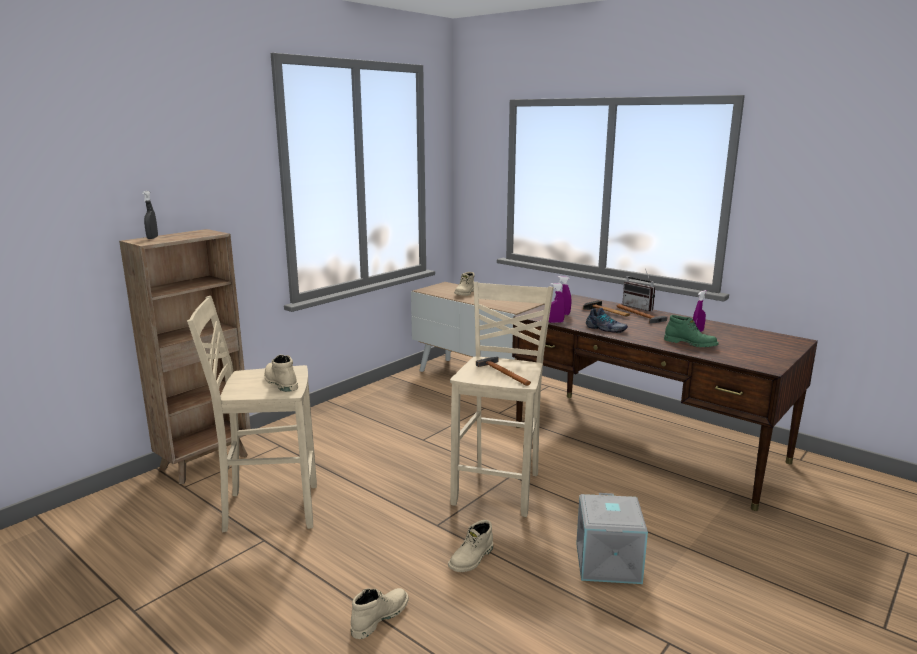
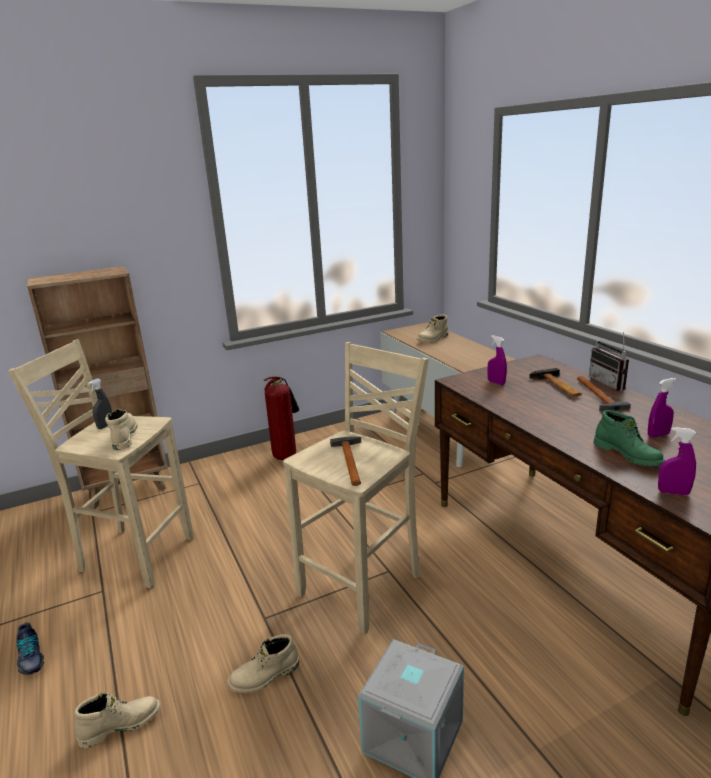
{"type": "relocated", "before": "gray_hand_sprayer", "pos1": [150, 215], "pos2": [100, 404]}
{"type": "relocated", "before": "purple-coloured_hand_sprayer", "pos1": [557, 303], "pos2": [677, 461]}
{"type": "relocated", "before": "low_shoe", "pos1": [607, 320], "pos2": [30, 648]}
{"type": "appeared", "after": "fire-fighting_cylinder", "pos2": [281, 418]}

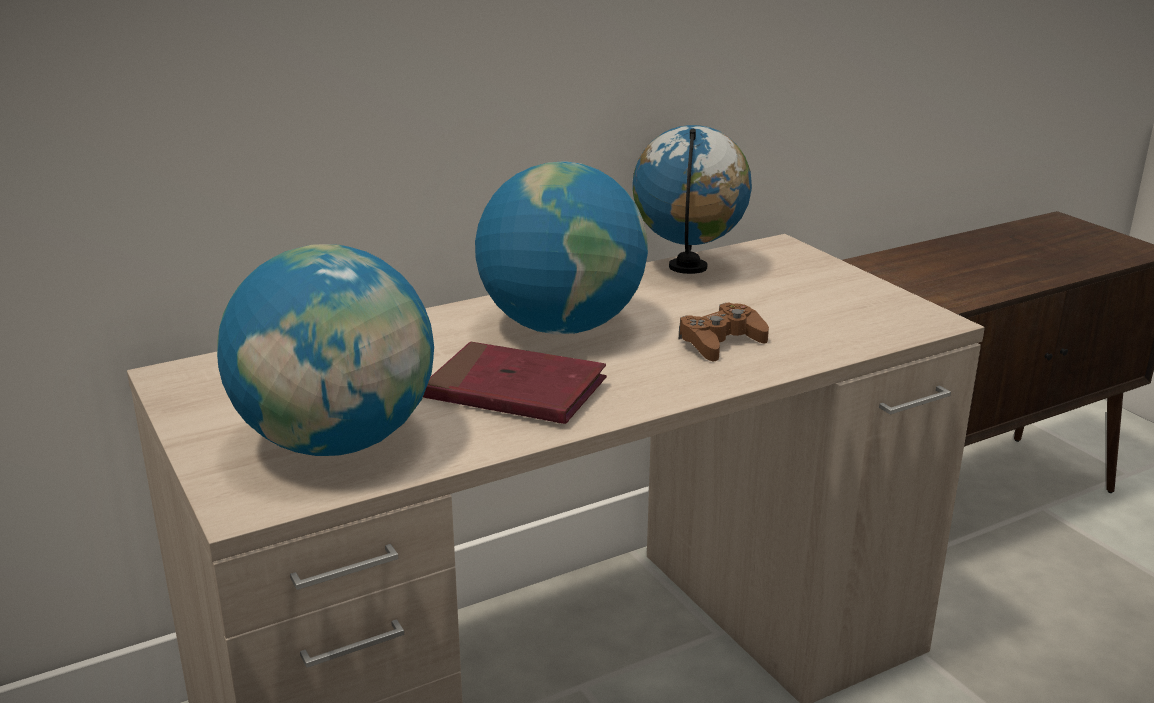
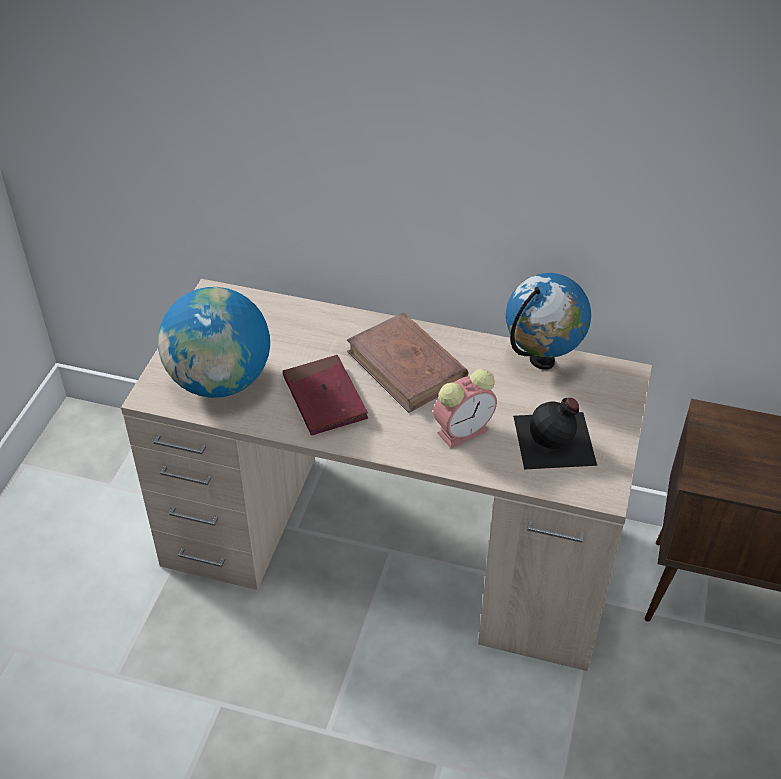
{"type": "exchanged", "before": "globe", "after": "brown_book", "pos1": [561, 248], "pos2": [407, 362]}
{"type": "exchanged", "before": "brown_game_controller", "after": "table_clock", "pos1": [724, 332], "pos2": [465, 408]}
{"type": "appeared", "after": "black_bottle", "pos2": [555, 434]}

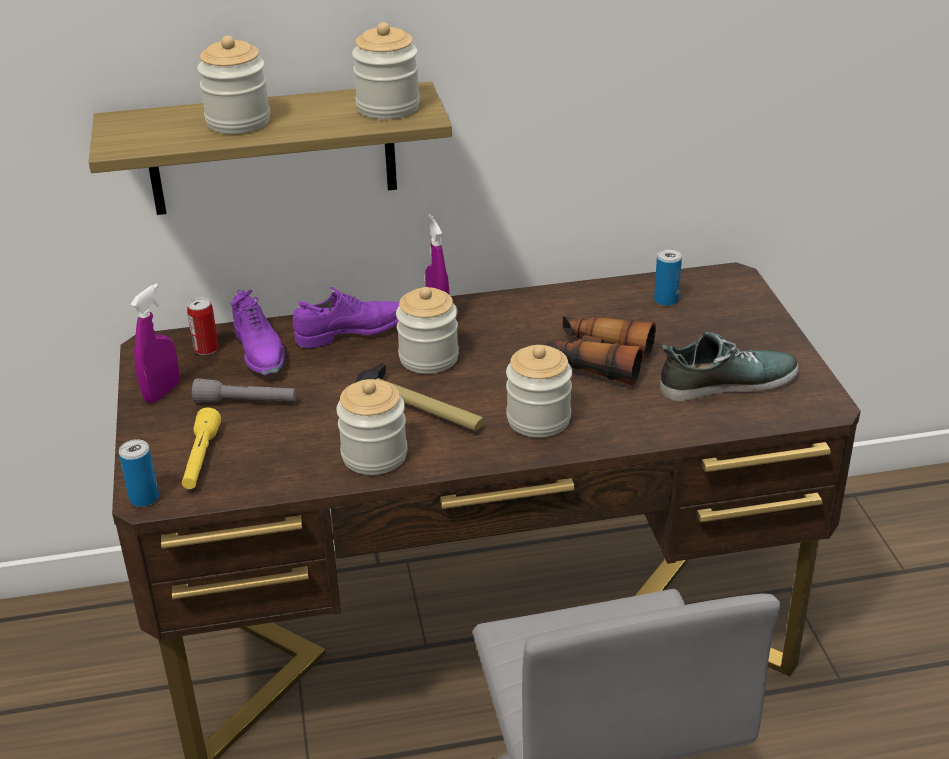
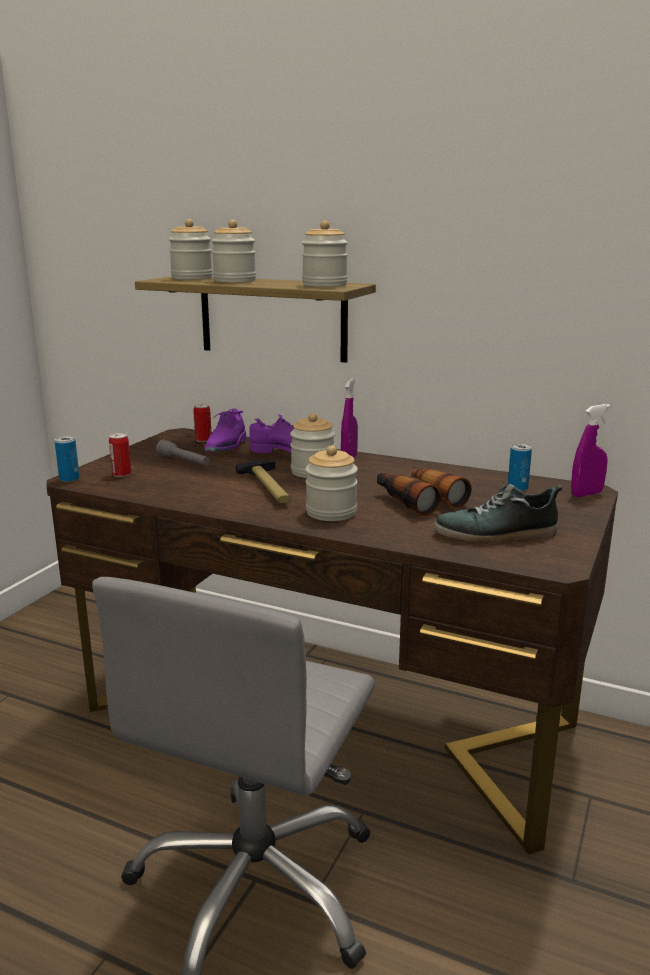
{"type": "relocated", "before": "purple-coloured_hand_sprayer", "pos1": [154, 343], "pos2": [590, 450]}
{"type": "spun", "before": "low_shoe", "pos1": [729, 366], "pos2": [498, 513], "turn": 150}
{"type": "relocated", "before": "preserve_jar", "pos1": [371, 427], "pos2": [191, 249]}
{"type": "exchanged", "before": "yellow-coloured_hand_torch", "after": "can", "pos1": [201, 448], "pos2": [120, 455]}

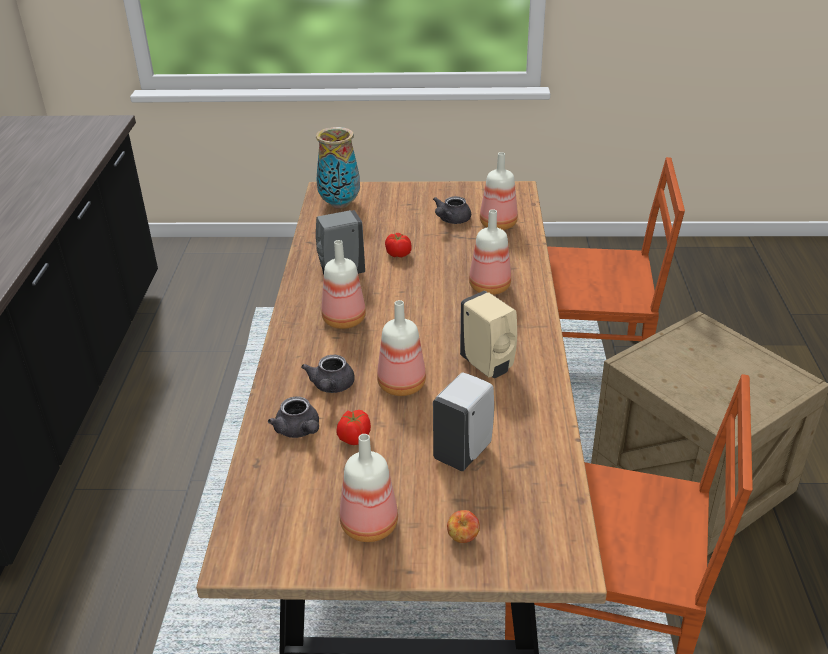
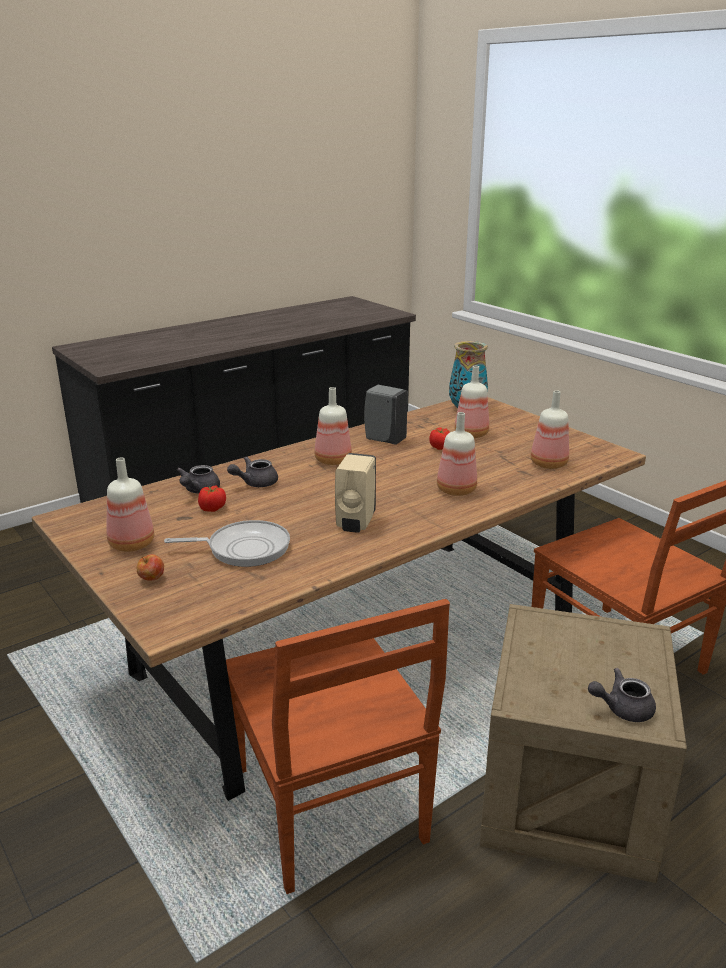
{"type": "relocated", "before": "gray_teapot", "pos1": [452, 210], "pos2": [622, 695]}
{"type": "relocated", "before": "bottle", "pos1": [401, 348], "pos2": [471, 402]}
{"type": "exchanged", "before": "white-coloured_soap_bottle", "after": "skillet", "pos1": [463, 421], "pos2": [227, 543]}

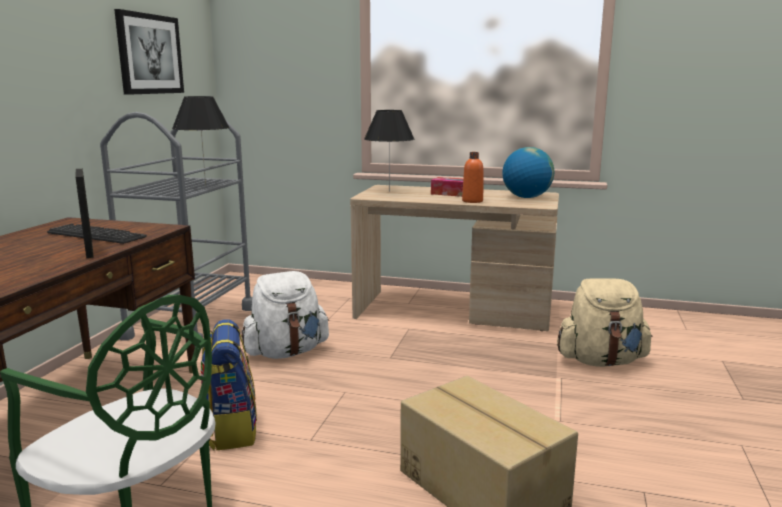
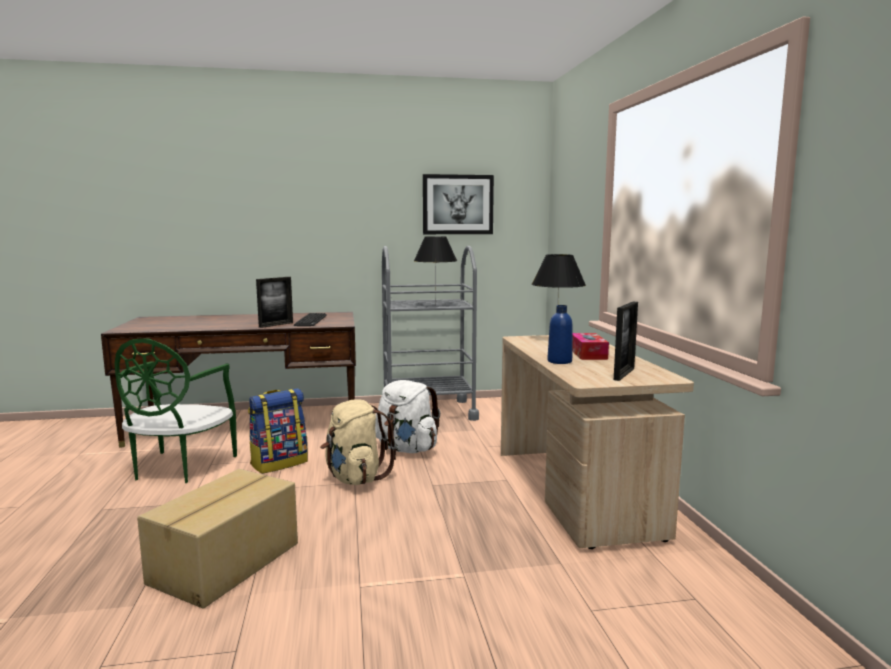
{"type": "exchanged", "before": "globe", "after": "standing_frame", "pos1": [528, 172], "pos2": [626, 341]}
{"type": "colour", "before": "orangey_bottle", "after": "blue_bottle", "pos1": [472, 177], "pos2": [559, 334]}
{"type": "relocated", "before": "sand-coloured_rucksack", "pos1": [604, 322], "pos2": [358, 442]}

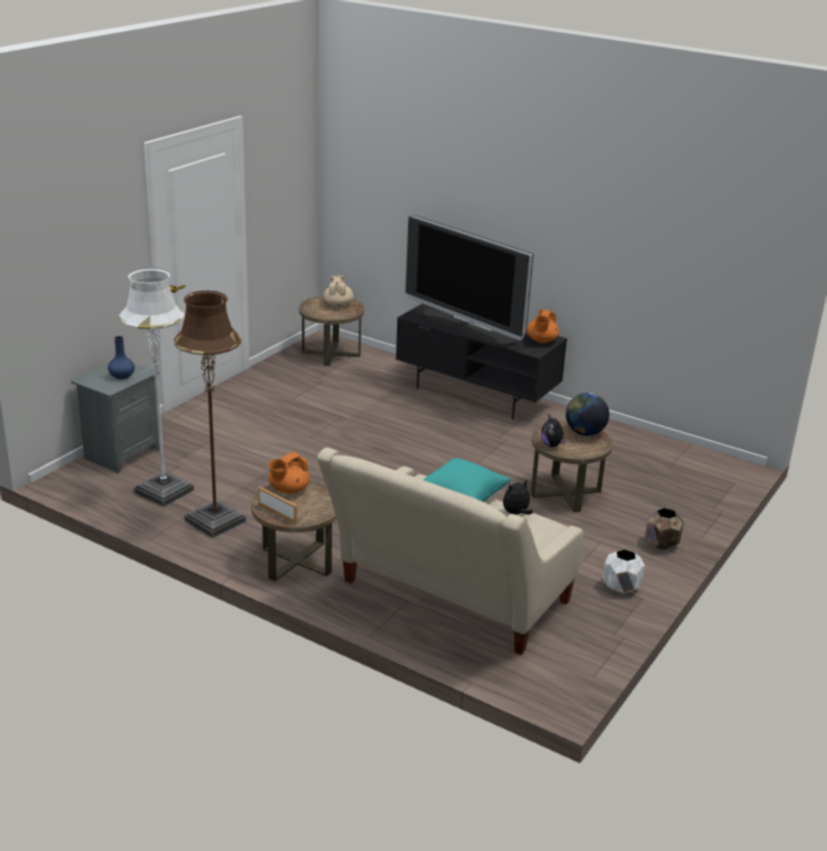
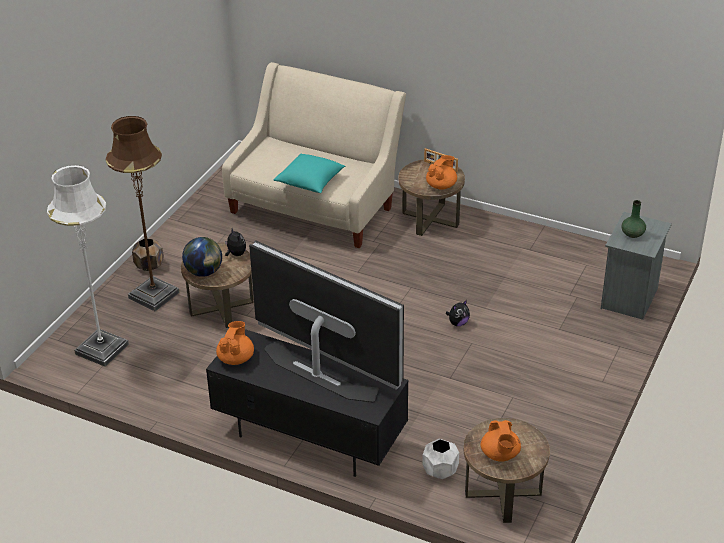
{"type": "relocated", "before": "white-coloured_standing_lamp", "pos1": [156, 387], "pos2": [88, 266]}
{"type": "colour", "before": "sand-coloured_teapot", "after": "orangey_teapot", "pos1": [339, 291], "pos2": [501, 441]}
{"type": "relocated", "before": "brown_standing_lamp", "pos1": [210, 414], "pos2": [143, 213]}
{"type": "colour", "before": "blue_decorative_vase", "after": "green-coloured_decorative_vase", "pos1": [121, 357], "pos2": [634, 219]}
{"type": "relocated", "before": "soft_toy", "pos1": [518, 497], "pos2": [457, 313]}
{"type": "relocated", "before": "white-coloured_planter", "pos1": [624, 571], "pos2": [440, 459]}

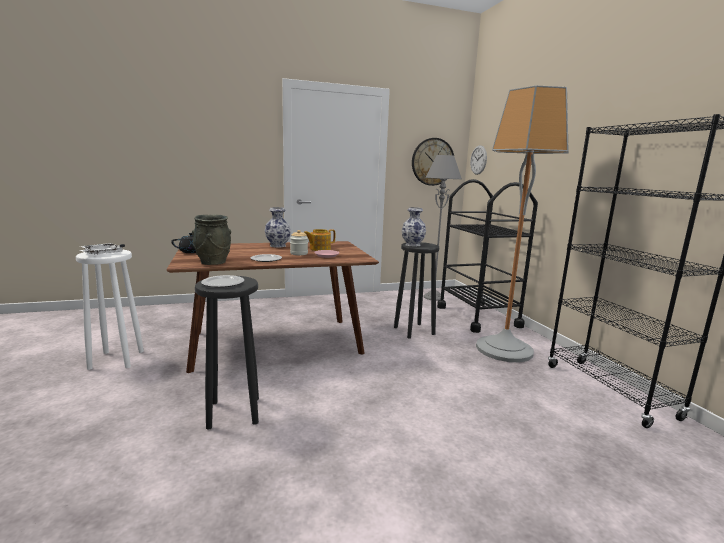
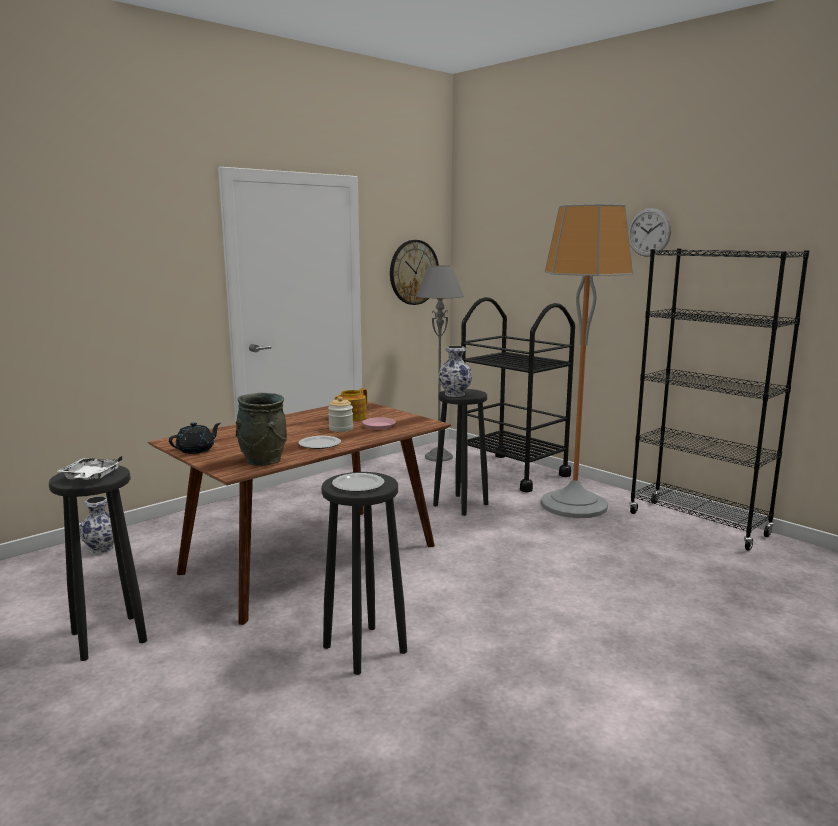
{"type": "relocated", "before": "wall_clock", "pos1": [478, 160], "pos2": [649, 232]}
{"type": "relocated", "before": "decorative_vase", "pos1": [278, 227], "pos2": [97, 525]}
{"type": "colour", "before": "white-coloured_stool_seat", "after": "black_stool_seat", "pos1": [110, 309], "pos2": [98, 563]}

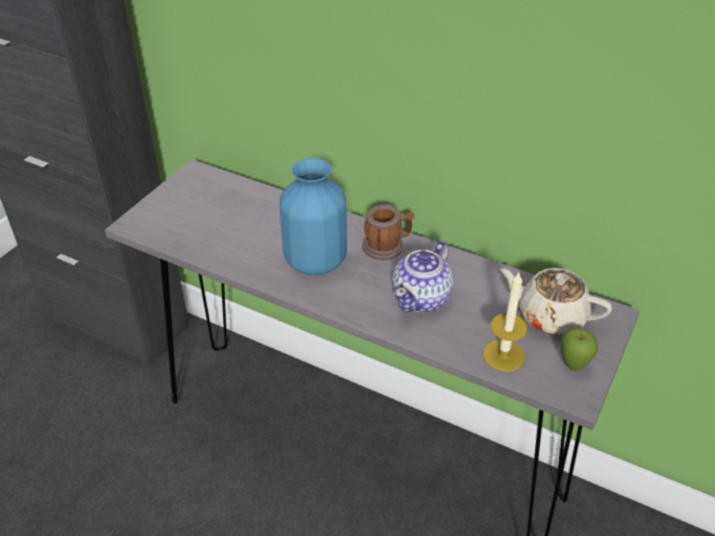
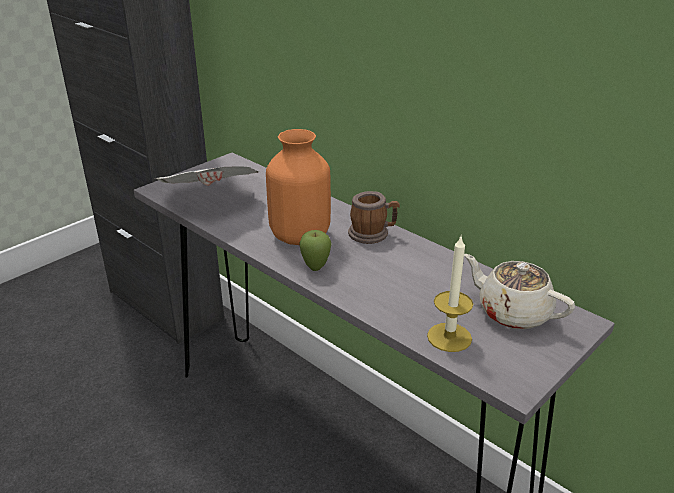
{"type": "colour", "before": "blue_decorative_vase", "after": "orangey_decorative_vase", "pos1": [313, 216], "pos2": [298, 187]}
{"type": "missing", "before": "teapot", "pos1": [423, 276]}
{"type": "relocated", "before": "apple", "pos1": [579, 349], "pos2": [315, 250]}
{"type": "appeared", "after": "newspaper", "pos2": [206, 176]}

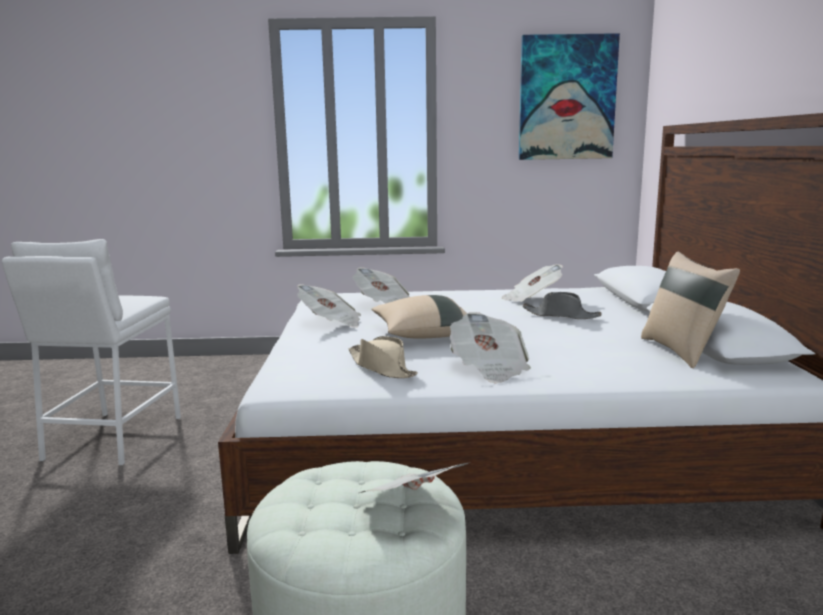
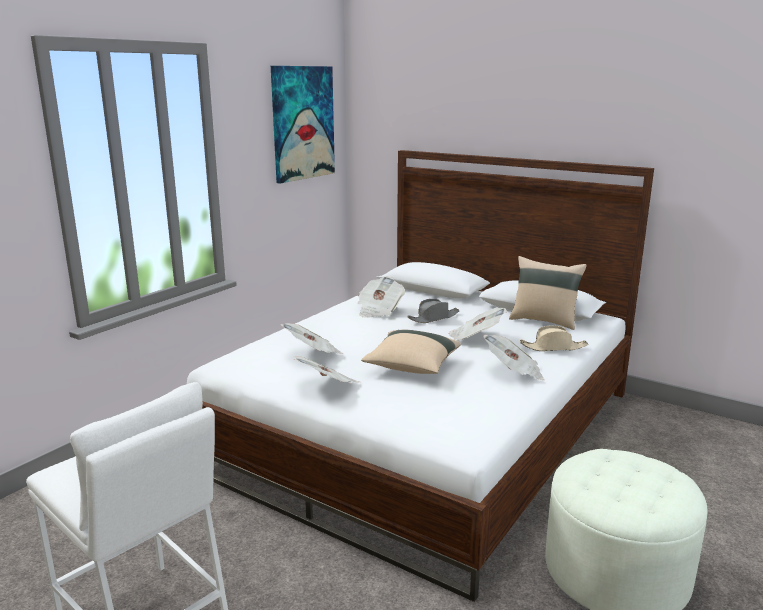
{"type": "relocated", "before": "sand-coloured_hat", "pos1": [383, 357], "pos2": [554, 338]}
{"type": "relocated", "before": "newspaper", "pos1": [415, 477], "pos2": [477, 324]}

